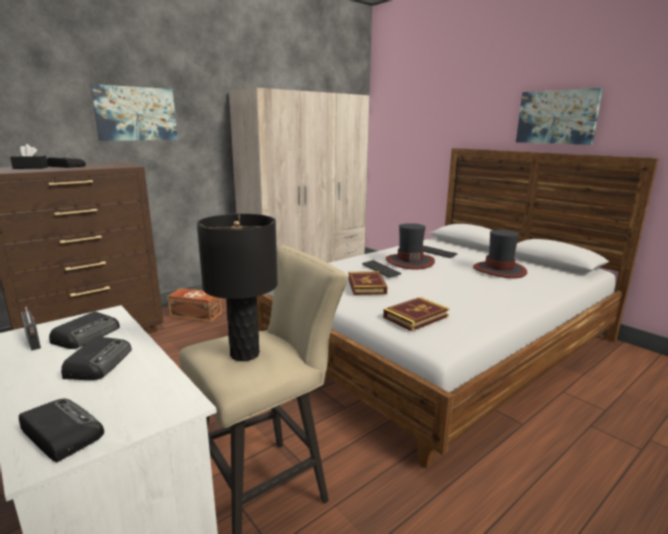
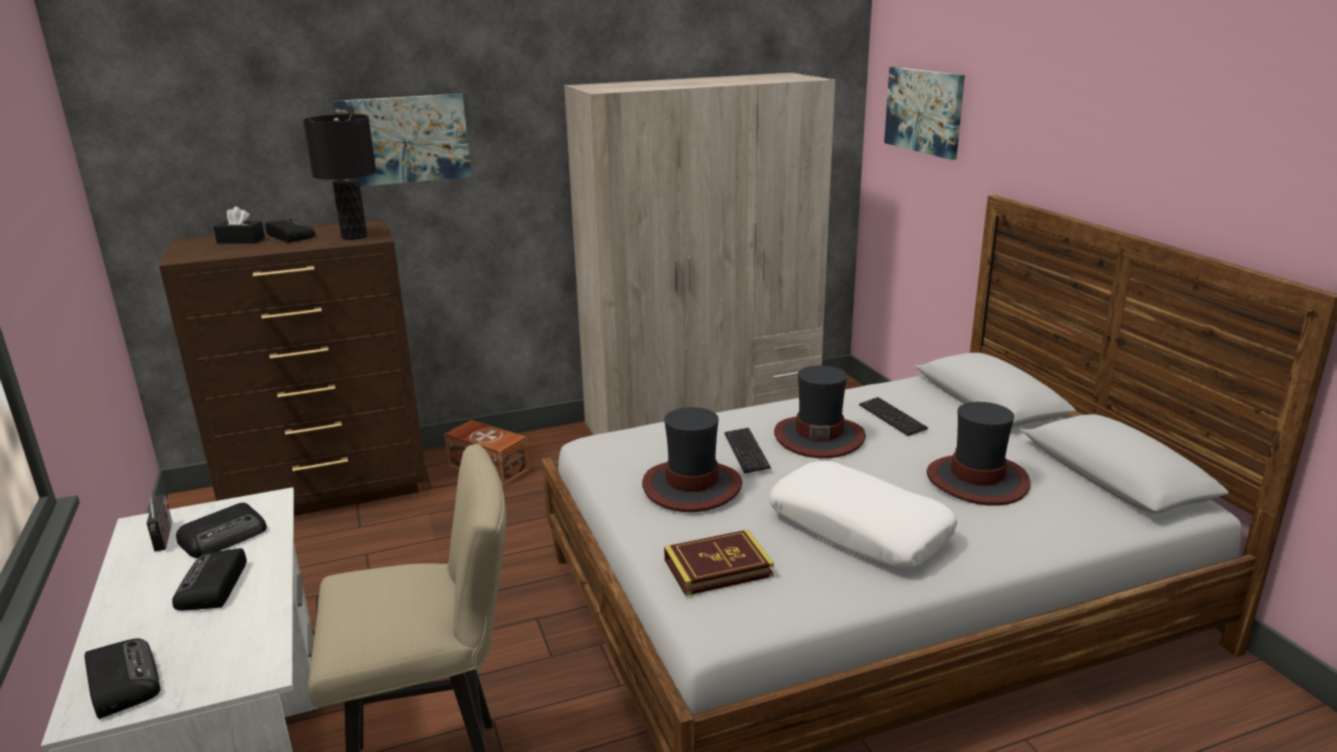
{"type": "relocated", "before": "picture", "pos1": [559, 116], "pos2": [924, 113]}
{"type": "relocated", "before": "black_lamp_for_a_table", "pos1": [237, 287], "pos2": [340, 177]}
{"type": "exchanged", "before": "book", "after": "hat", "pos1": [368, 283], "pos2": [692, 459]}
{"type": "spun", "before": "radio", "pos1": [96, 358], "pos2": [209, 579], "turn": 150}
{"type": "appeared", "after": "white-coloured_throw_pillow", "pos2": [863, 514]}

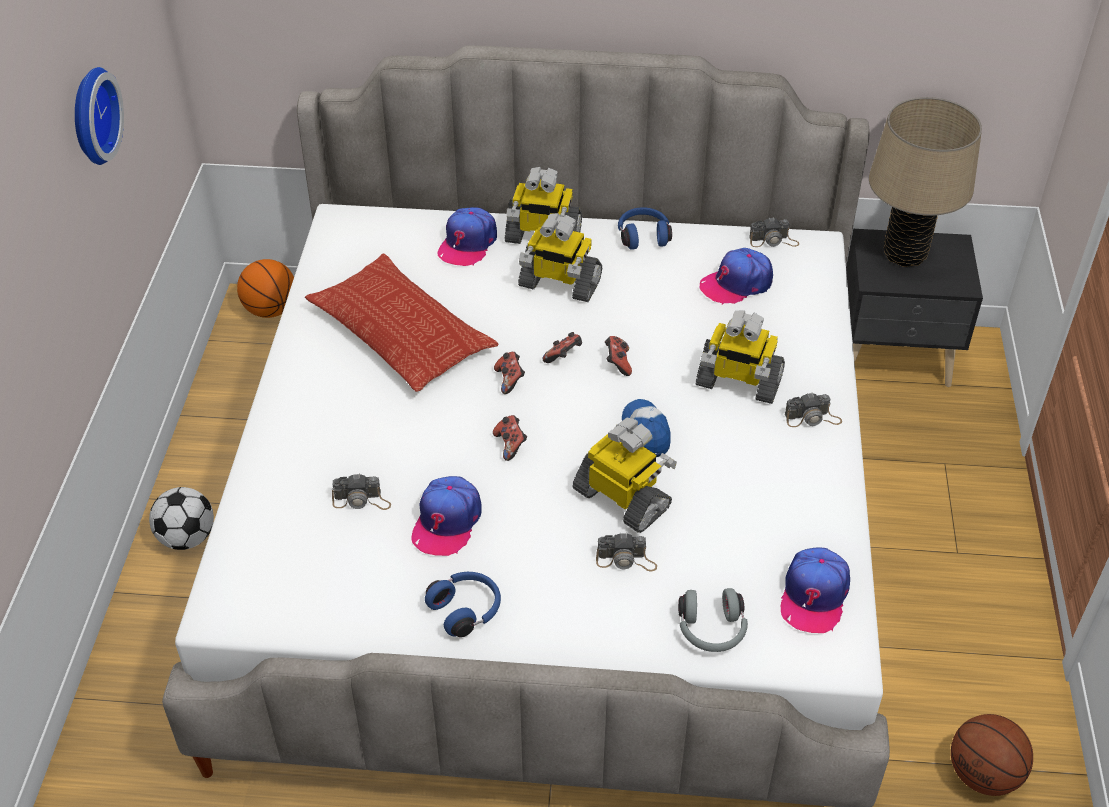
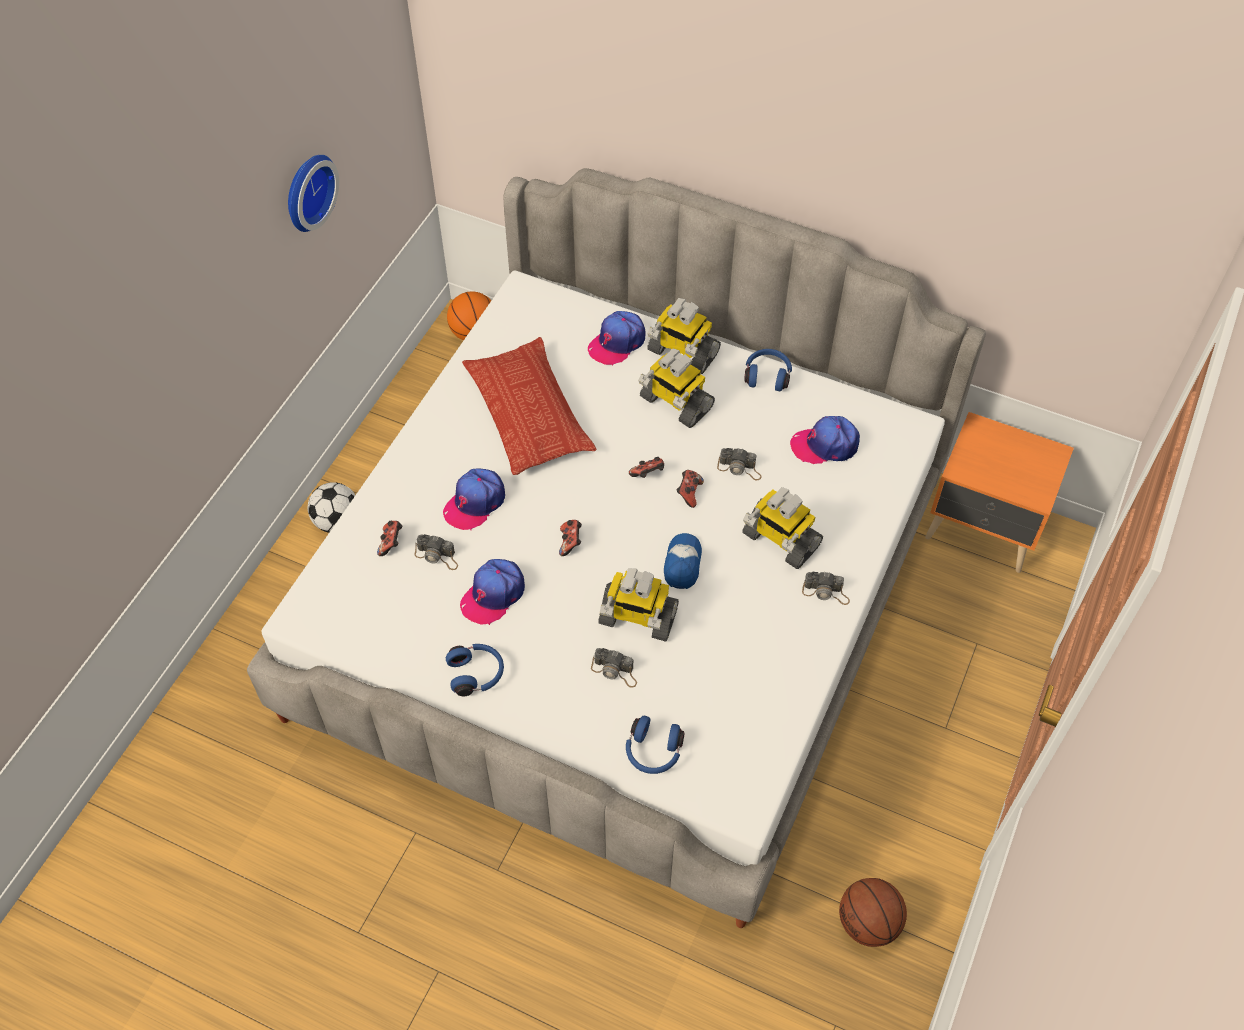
{"type": "missing", "before": "sand-coloured_lamp_for_a_table", "pos1": [925, 182]}
{"type": "relocated", "before": "still_camera", "pos1": [774, 232], "pos2": [739, 464]}
{"type": "colour", "before": "black_nightstand", "after": "orangey_nightstand", "pos1": [914, 308], "pos2": [999, 492]}
{"type": "relocated", "before": "game_controller", "pos1": [509, 373], "pos2": [390, 538]}
{"type": "spun", "before": "model_robot", "pos1": [624, 475], "pos2": [638, 605], "turn": 135}
{"type": "relocated", "before": "peaked_cap", "pos1": [815, 590], "pos2": [474, 499]}
{"type": "colour", "before": "gray_headset", "after": "blue_headset", "pos1": [713, 620], "pos2": [655, 745]}

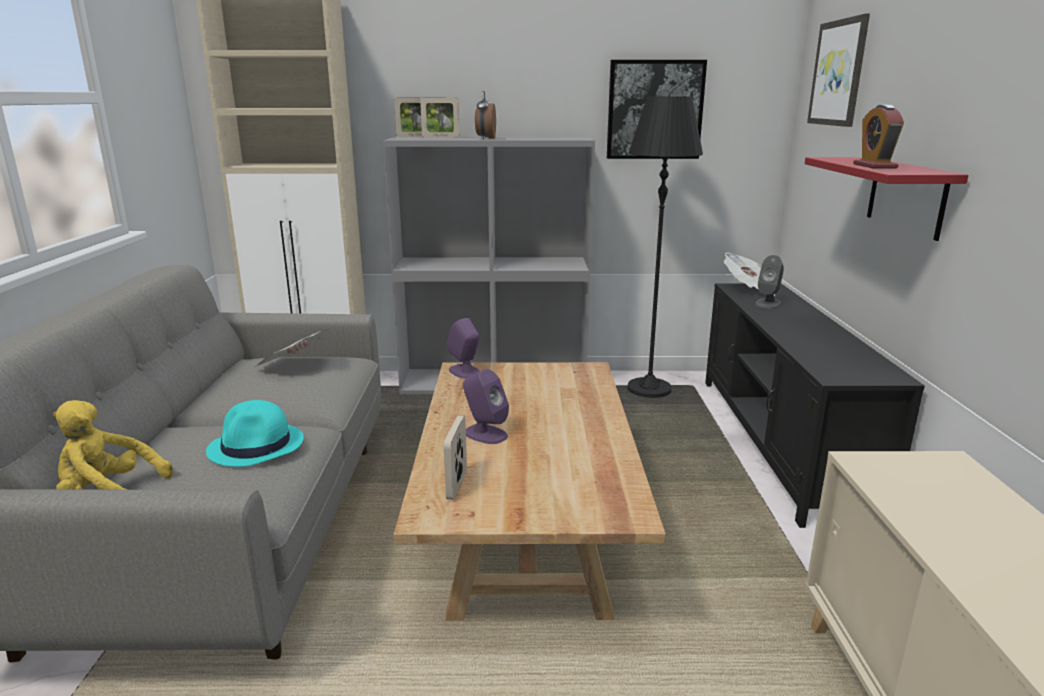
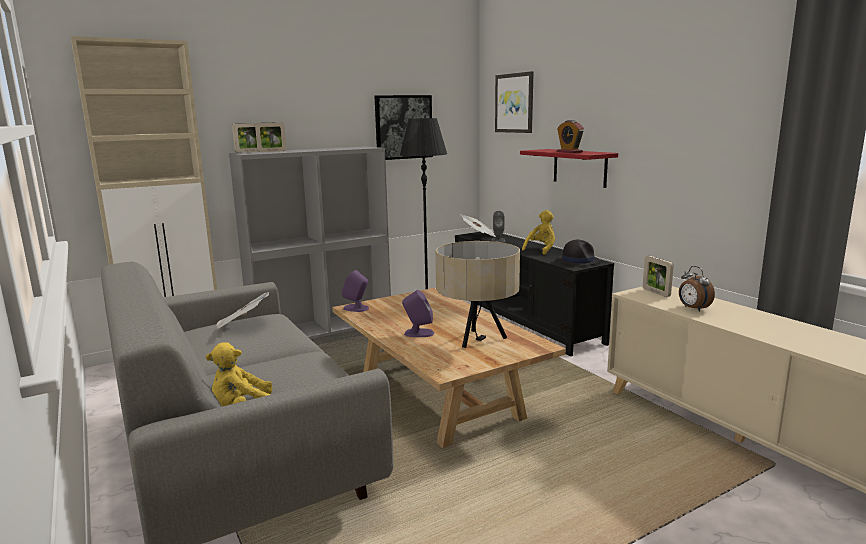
{"type": "relocated", "before": "table_clock", "pos1": [485, 115], "pos2": [697, 289]}
{"type": "missing", "before": "blue-green_hat", "pos1": [255, 433]}
{"type": "relocated", "before": "standing_frame", "pos1": [455, 457], "pos2": [658, 276]}
{"type": "appeared", "after": "yellow-coloured_soft_toy", "pos2": [538, 232]}
{"type": "appeared", "after": "black_hat", "pos2": [578, 253]}
{"type": "appeared", "after": "sand-coloured_lamp_for_a_table", "pos2": [477, 294]}

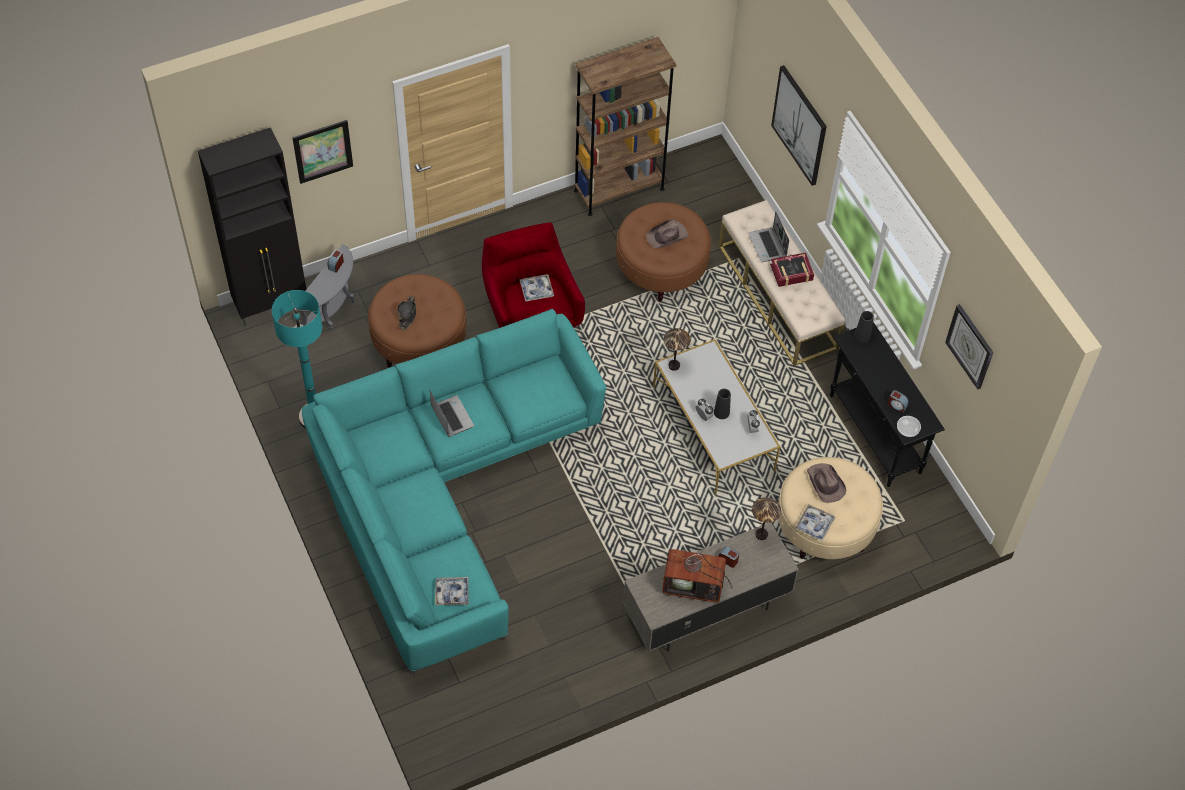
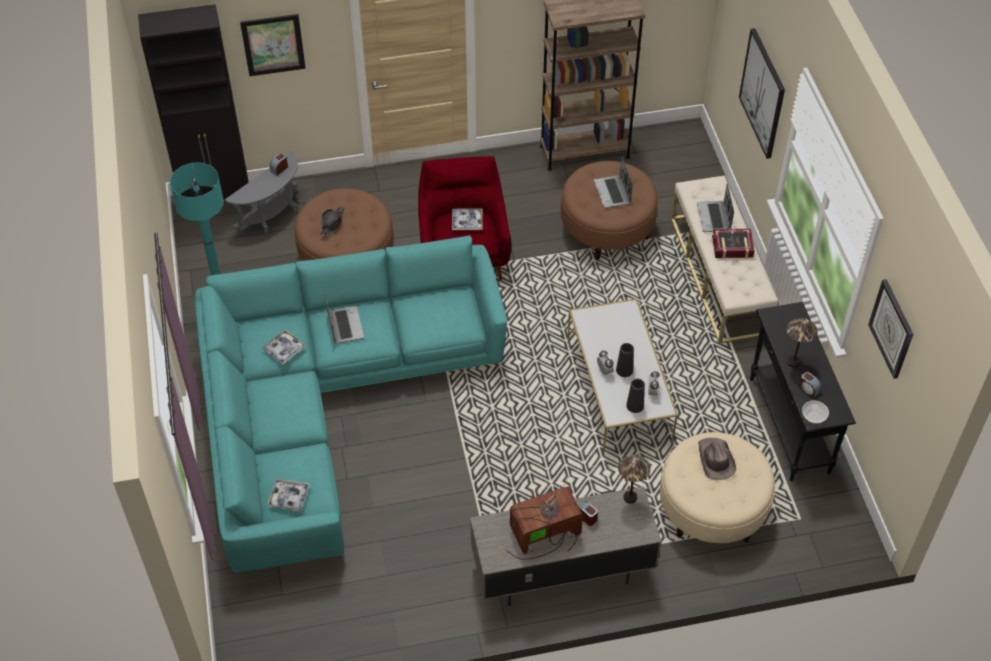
{"type": "exchanged", "before": "brown_hat", "after": "laptop", "pos1": [667, 233], "pos2": [613, 182]}
{"type": "relocated", "before": "black_decorative_vase", "pos1": [864, 327], "pos2": [635, 396]}
{"type": "relocated", "before": "lamp_for_a_table", "pos1": [677, 349], "pos2": [802, 343]}
{"type": "relocated", "before": "serving_tray", "pos1": [815, 522], "pos2": [284, 346]}
{"type": "spun", "before": "TV", "pos1": [697, 573], "pos2": [544, 518], "turn": 135}

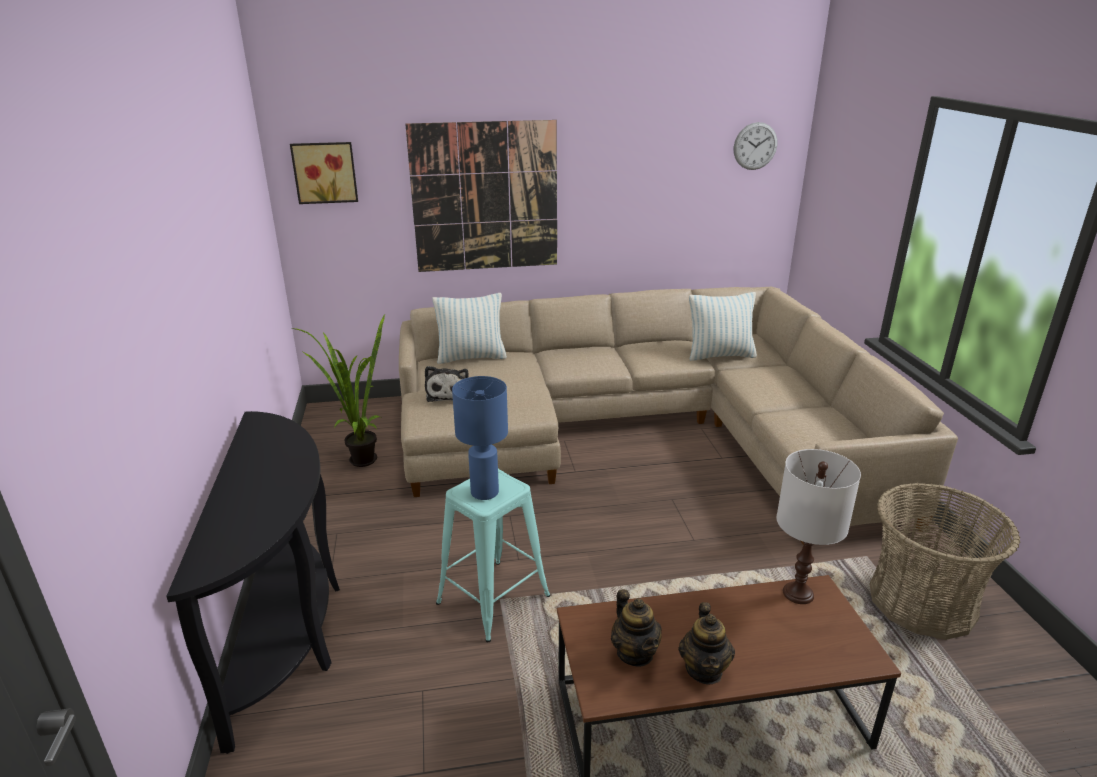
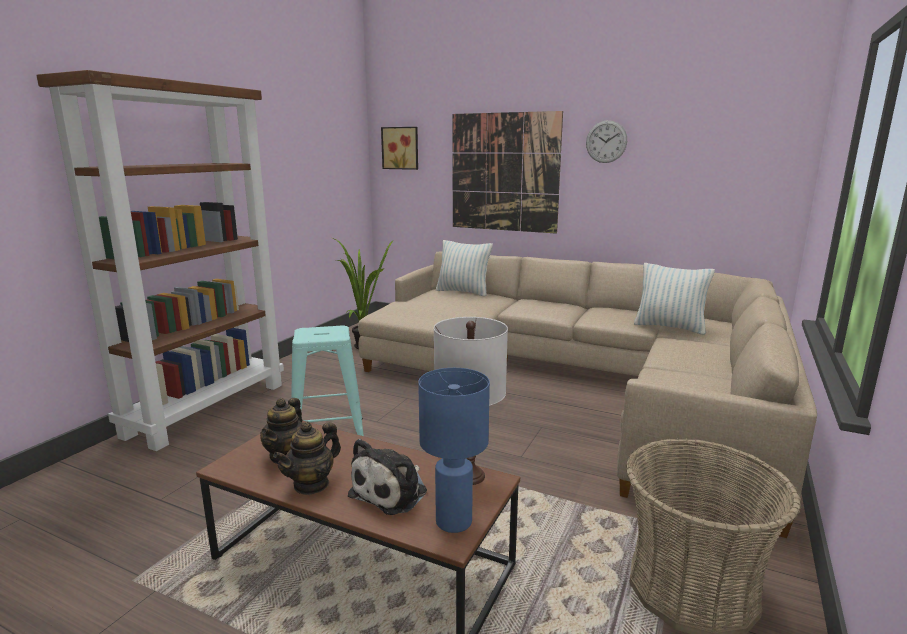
{"type": "relocated", "before": "wall_clock", "pos1": [755, 146], "pos2": [606, 141]}
{"type": "relocated", "before": "soft_toy", "pos1": [446, 384], "pos2": [387, 477]}
{"type": "relocated", "before": "blue_lamp_for_a_table", "pos1": [480, 438], "pos2": [454, 450]}
{"type": "exchanged", "before": "black_narrow_table", "after": "brown_bookcase", "pos1": [253, 582], "pos2": [160, 260]}

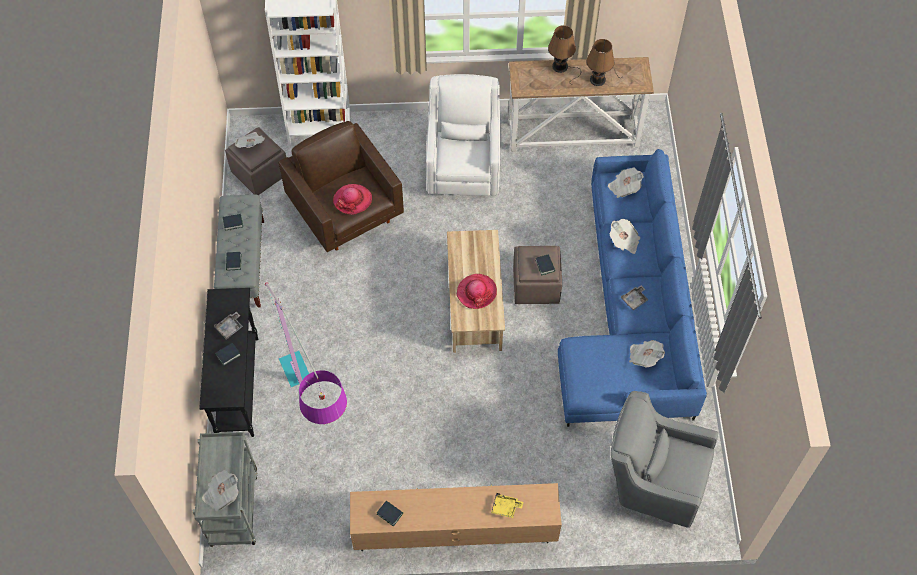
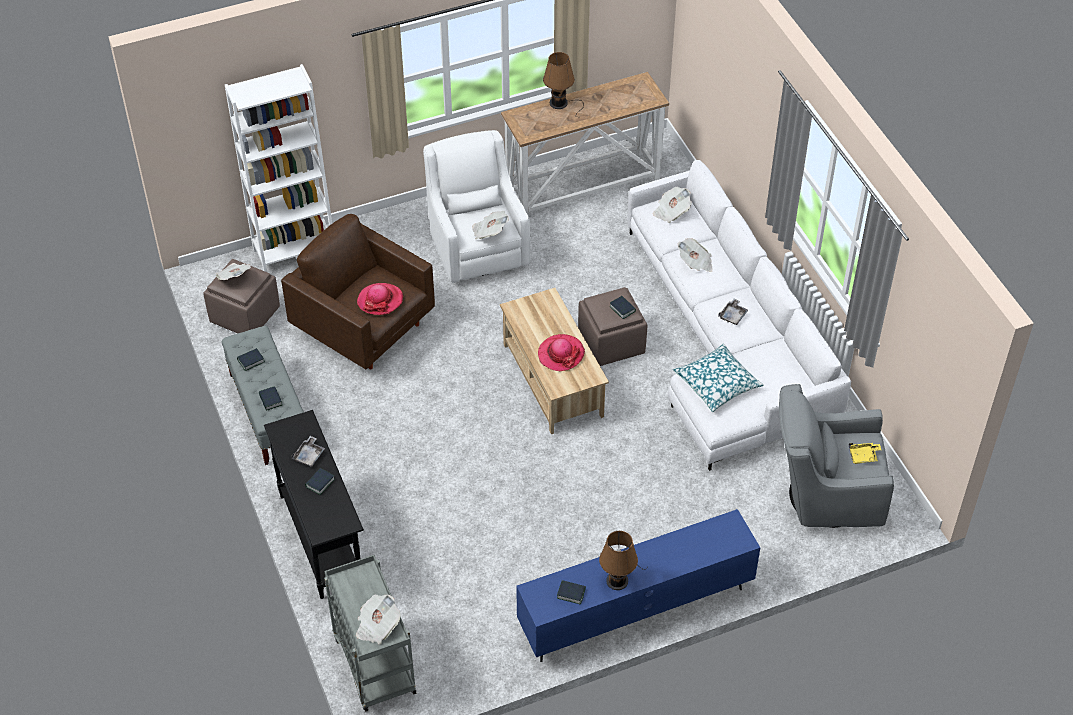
{"type": "relocated", "before": "brown_lamp_for_a_table", "pos1": [601, 62], "pos2": [623, 560]}
{"type": "colour", "before": "blue_sofa", "after": "white-coloured_sofa", "pos1": [632, 288], "pos2": [739, 315]}
{"type": "missing", "before": "standing_lamp", "pos1": [306, 353]}
{"type": "relocated", "before": "newspaper", "pos1": [647, 353], "pos2": [490, 225]}
{"type": "colour", "before": "brown_media_console", "after": "blue_media_console", "pos1": [456, 517], "pos2": [638, 585]}
{"type": "relocated", "before": "yellow-coloured_serving_tray", "pos1": [507, 505], "pos2": [865, 453]}
{"type": "appeared", "after": "throw_pillow", "pos2": [718, 378]}

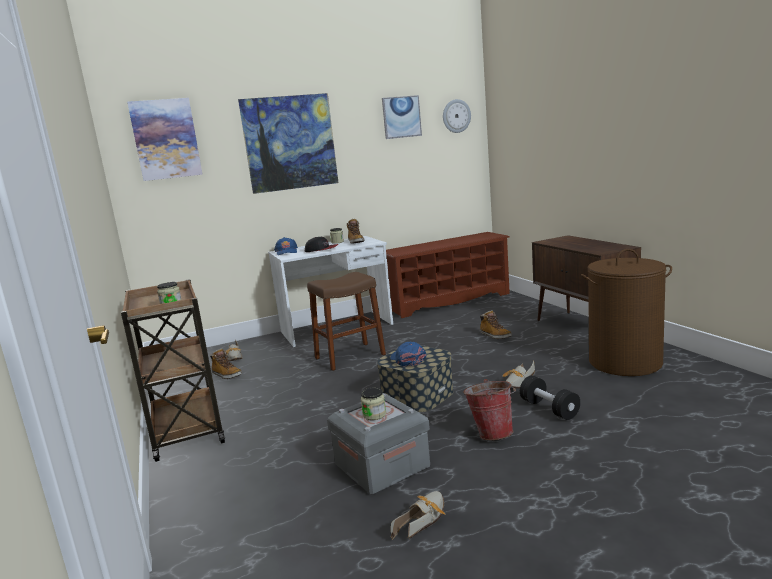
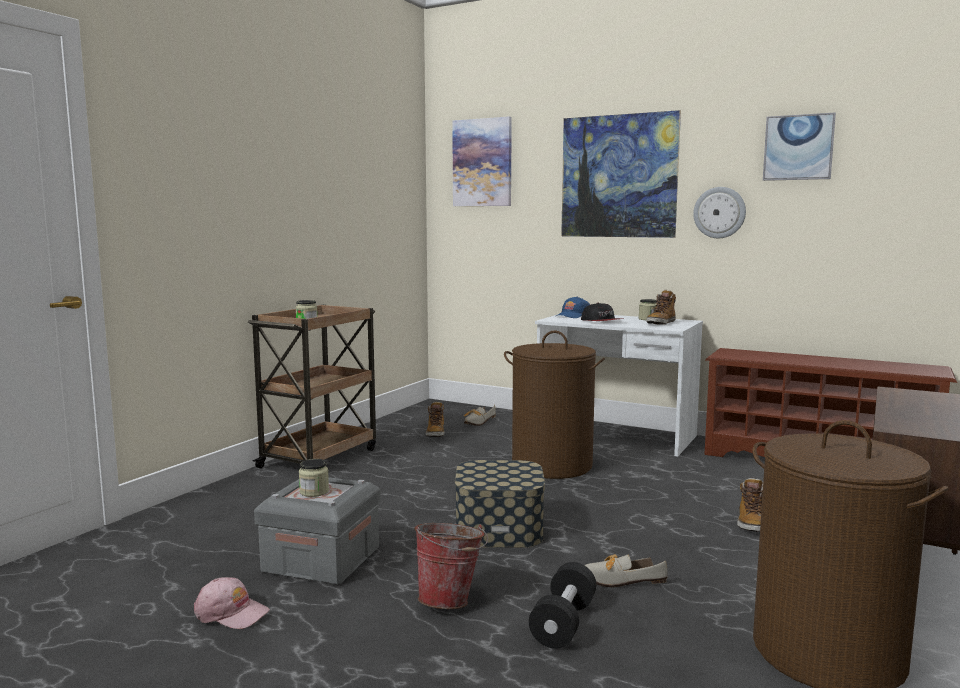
{"type": "relocated", "before": "wall_clock", "pos1": [457, 116], "pos2": [719, 212]}
{"type": "exchanged", "before": "brown_stool_seat", "after": "brown_washing_basket", "pos1": [346, 321], "pos2": [554, 404]}
{"type": "missing", "before": "blue_peaked_cap", "pos1": [408, 354]}
{"type": "exchanged", "before": "low_shoe", "after": "pink-coloured_peaked_cap", "pos1": [418, 515], "pos2": [232, 603]}

